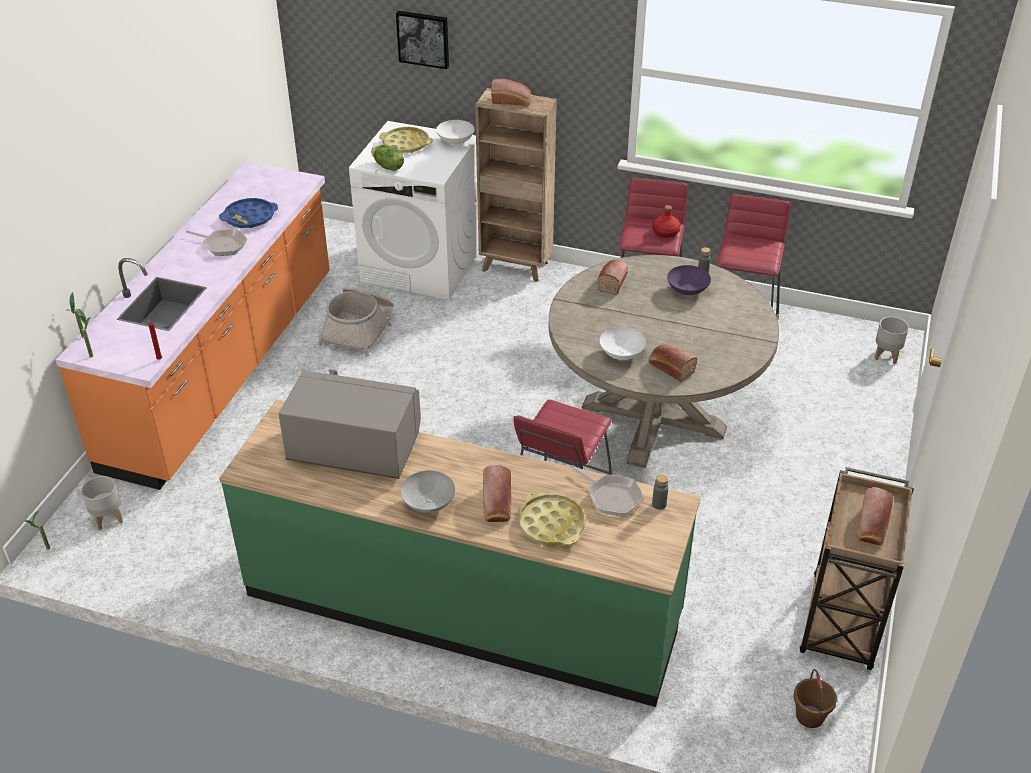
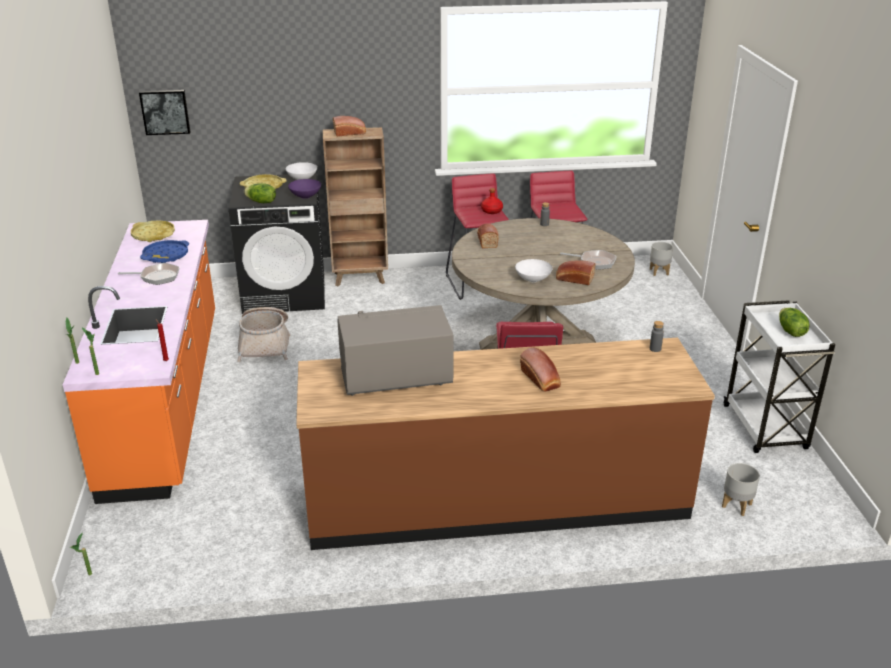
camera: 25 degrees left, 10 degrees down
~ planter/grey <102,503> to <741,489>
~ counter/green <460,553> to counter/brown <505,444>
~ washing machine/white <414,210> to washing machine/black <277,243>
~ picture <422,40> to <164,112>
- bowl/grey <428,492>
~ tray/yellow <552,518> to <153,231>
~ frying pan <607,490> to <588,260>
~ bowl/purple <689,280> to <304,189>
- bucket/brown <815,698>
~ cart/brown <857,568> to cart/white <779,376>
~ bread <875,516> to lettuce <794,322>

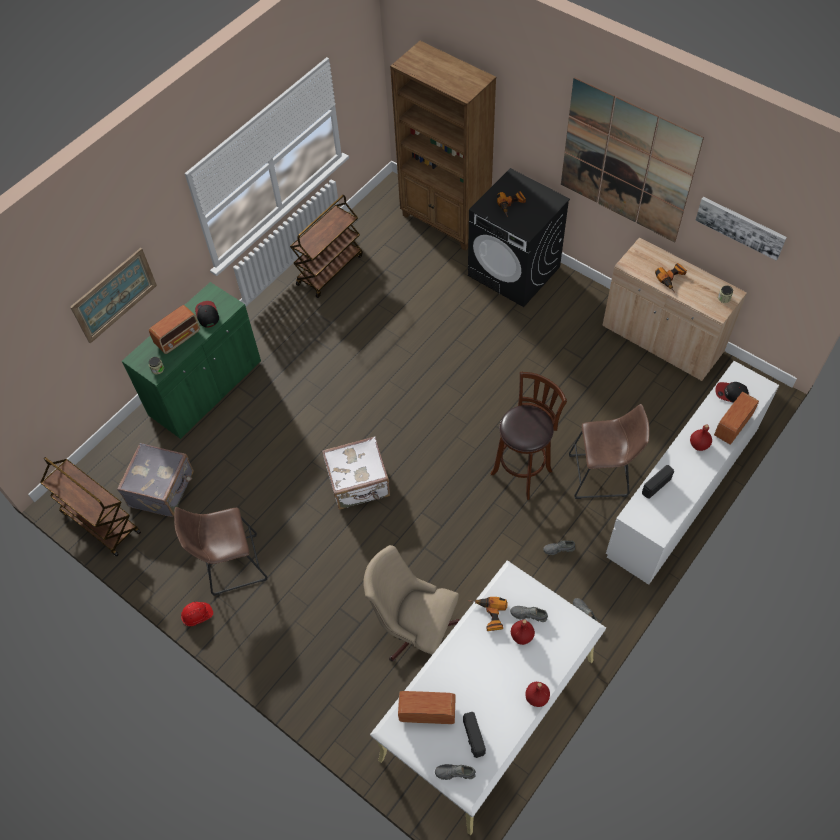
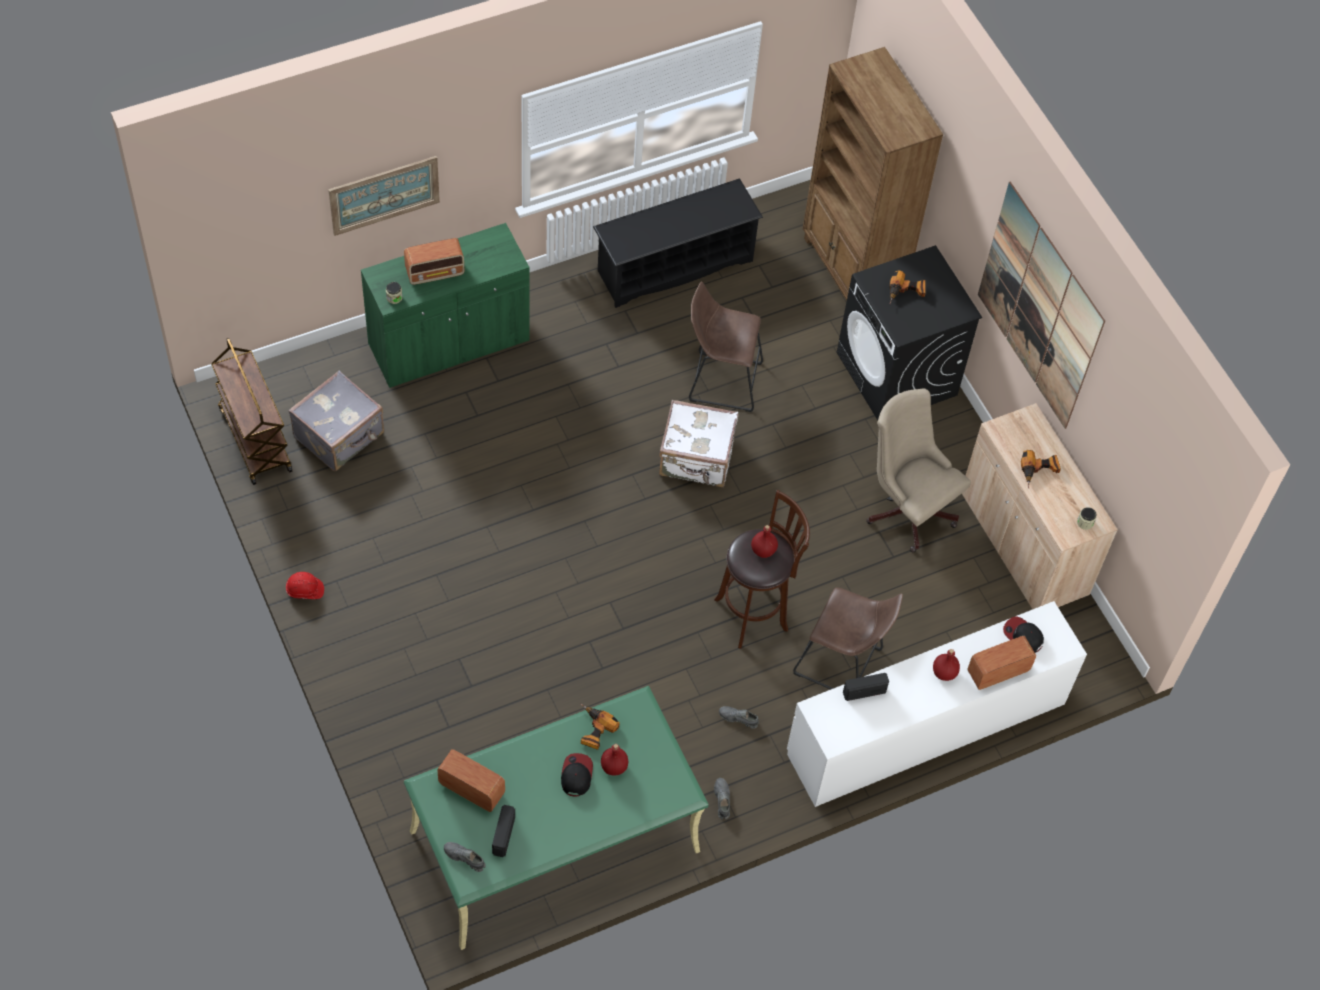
camera: 20 degrees right, 0 degrees up
~ stool/brown <220,551> to <726,346>
~ cap <207,314> to <577,774>
~ cart/brown <326,246> to shoe rack/black <678,243>
~ suitcase/white <356,473> to <699,443>
~ office chair/beige <411,603> to <918,470>
~ desk/white <488,697> to desk/green <556,818>
- shoe/grey <529,614>
~ bottle/red <537,694> to <764,541>
- picture <741,229>

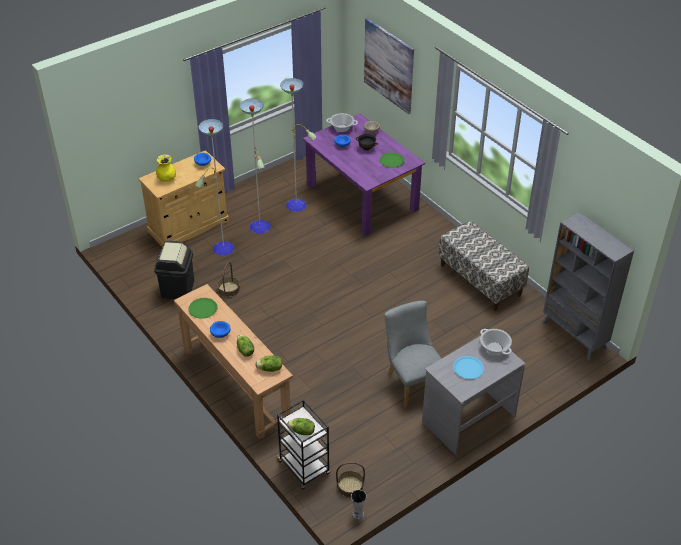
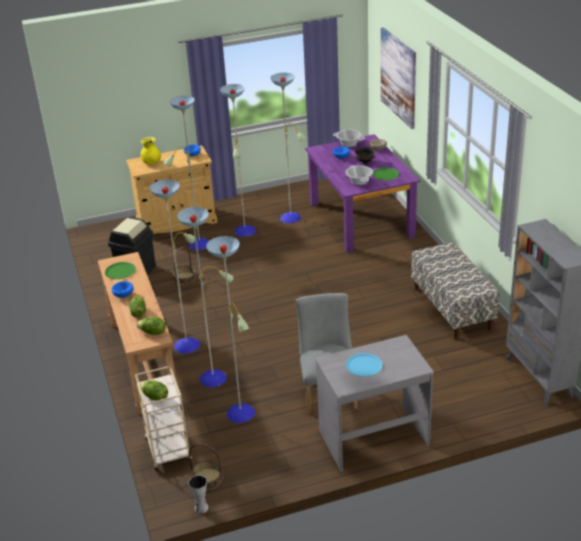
camera: 20 degrees right, 10 degrees down
~ cart/black <303,444> to cart/beige <163,418>
~ cooking pot <496,342> to <359,175>
+ floor lamp <202,301>

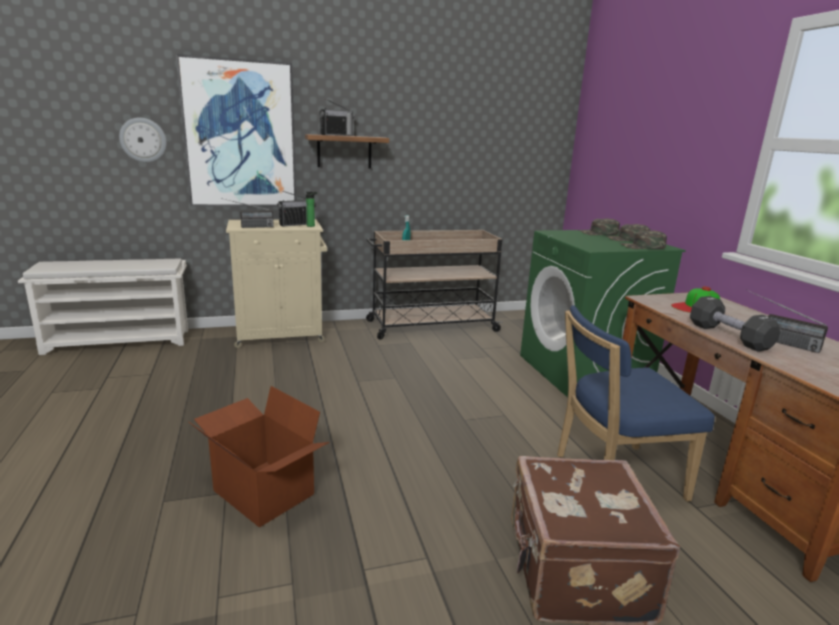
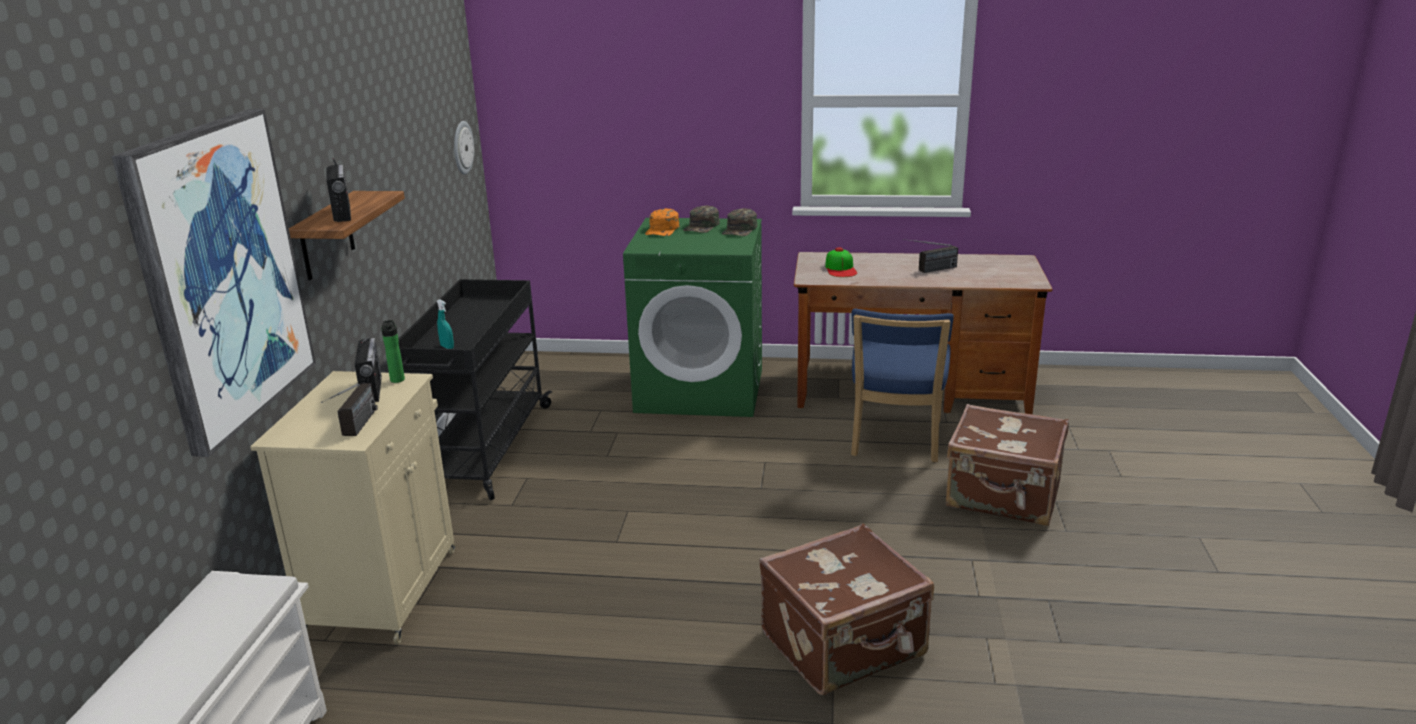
camera: 65 degrees left, 5 degrees up
~ wall clock <143,140> to <464,148>
~ cardboard box <259,457> to suitcase/brown <846,609>
~ cart/beige <434,285> to cart/black <475,389>
~ cap/green <599,226> to cap/orange <662,222>
- dumbbell/black <735,323>

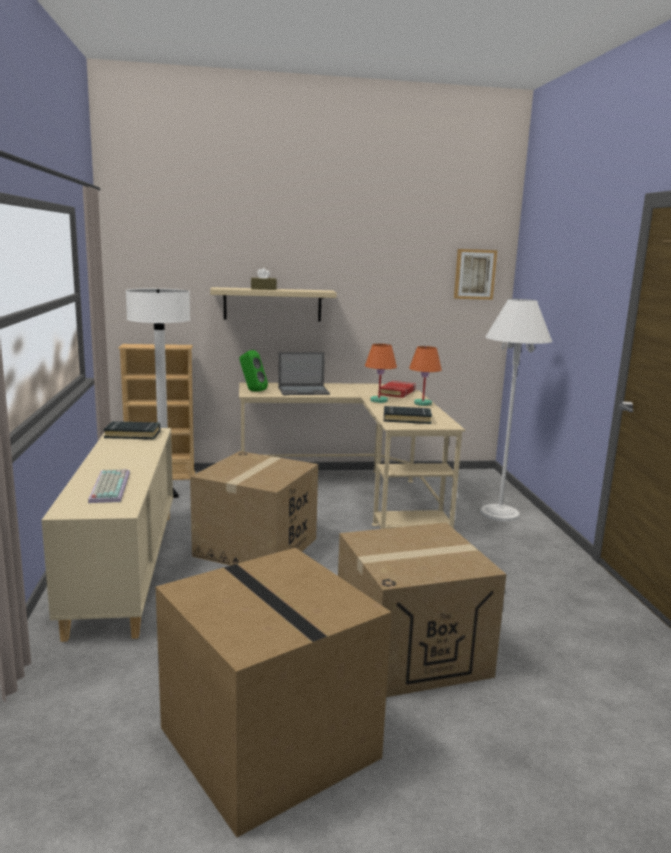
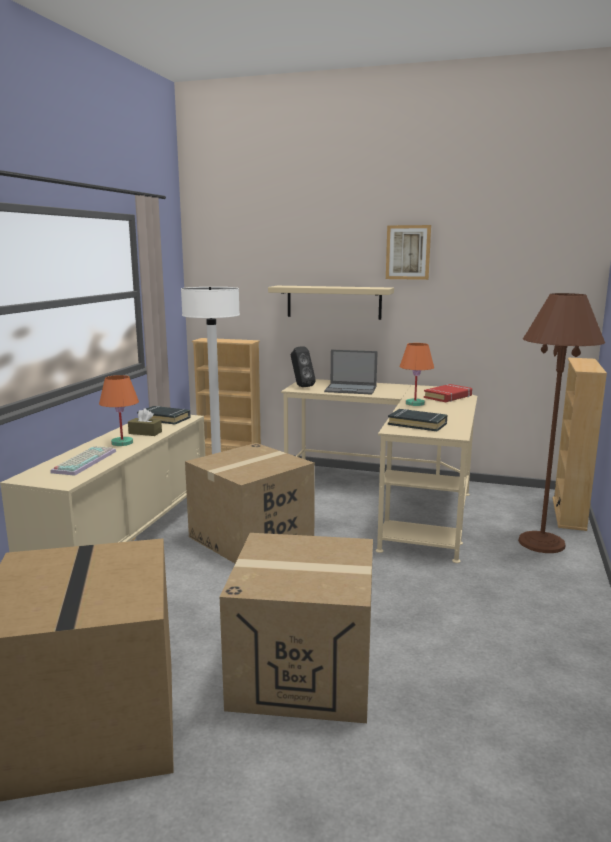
camera: 25 degrees right, 0 degrees up
~ speaker/green <253,370> to speaker/black <303,367>
~ tissue box/brown <264,279> to <145,422>
~ table lamp/orange <425,376> to <119,410>
~ picture <475,274> to <408,252>
~ floor lamp/white <516,410> to floor lamp/brown <561,423>
+ bookcase/beige <580,444>

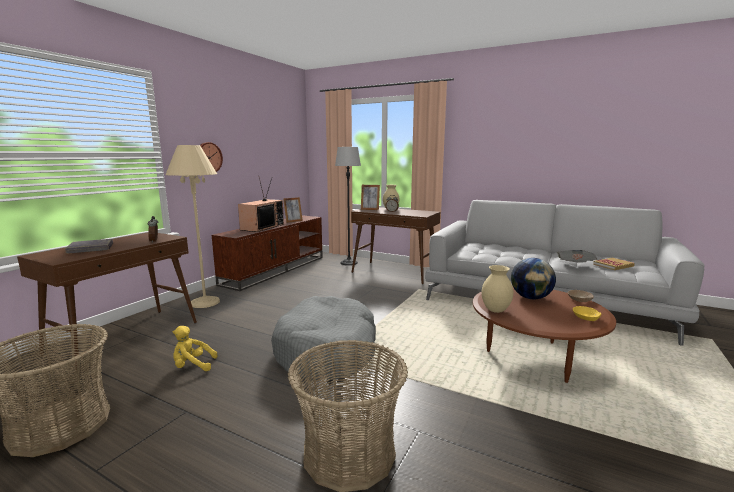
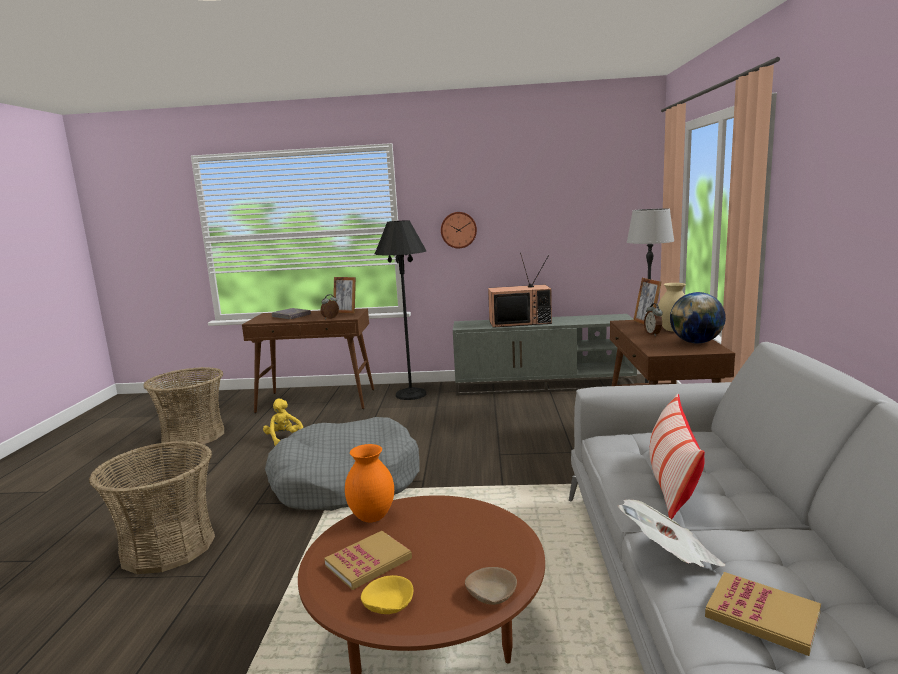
camera: 65 degrees right, 0 degrees up
~ floor lamp/beige <192,226> to floor lamp/black <400,310>
~ tv stand/brown <267,253> to tv stand/grey <545,354>
~ picture frame <293,210> to <344,295>
~ vase/beige <497,289> to vase/orange <369,483>
~ globe <533,278> to <698,317>
+ book <368,560>
+ pillow <677,456>

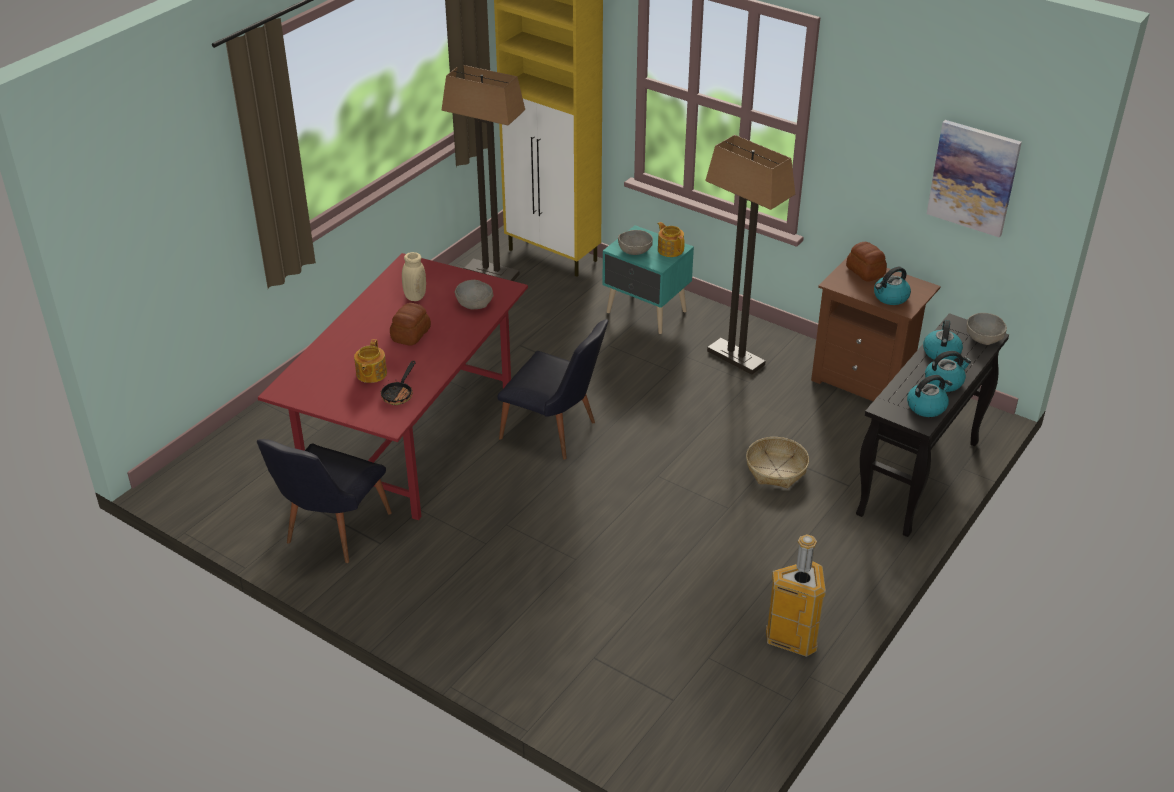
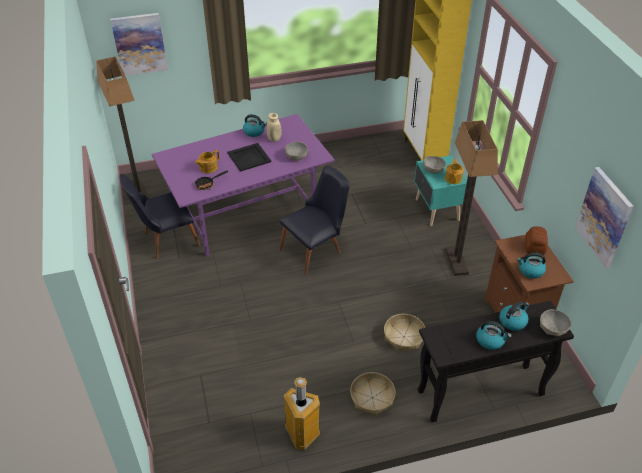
camera: 40 degrees right, 5 degrees up
~ dining table/red <393,386> to dining table/purple <243,185>
~ bread <410,324> to tray/black <249,157>
~ floor lamp <483,173> to <122,128>
~ chair/black <552,389> = <315,220> 105 degrees counterclockwise
~ kettle <929,396> to <255,125>
+ picture <139,44>
+ basket <373,393>

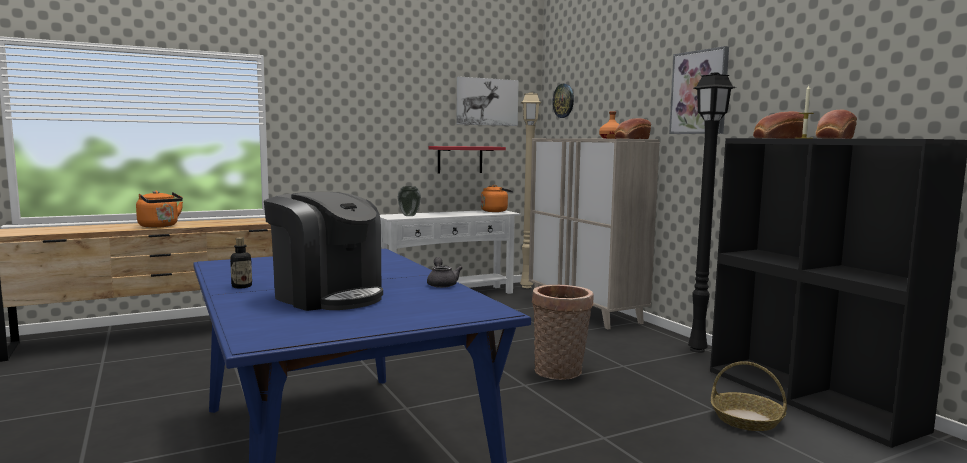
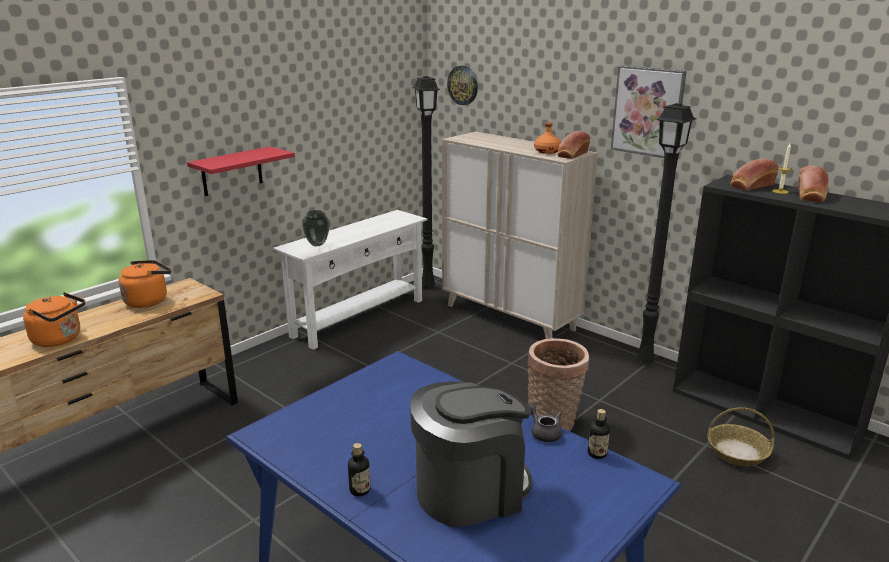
camera: 20 degrees left, 15 degrees up
~ coffee machine <323,251> = <471,454> 45 degrees counterclockwise
~ shelf/red <467,159> to <241,171>
- picture <488,101>
~ kettle/orange <497,198> to <145,284>
~ floor lamp/beige <531,190> to floor lamp/black <426,182>
+ bottle <599,434>

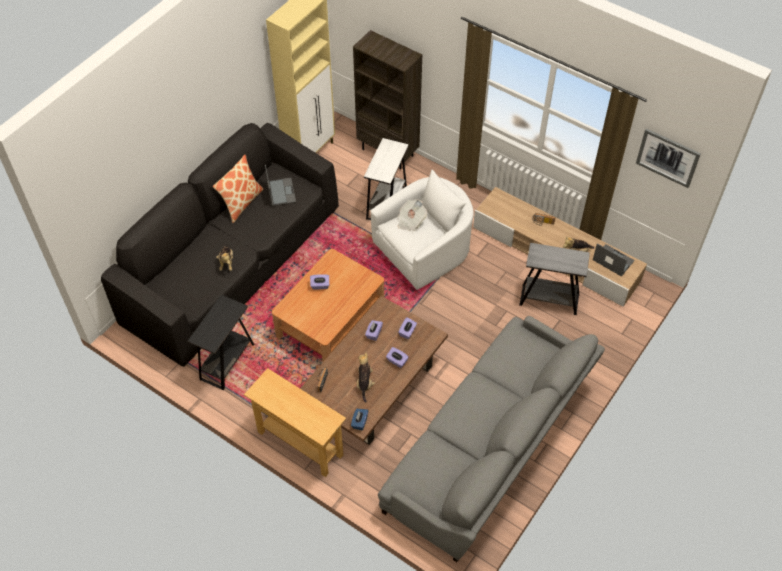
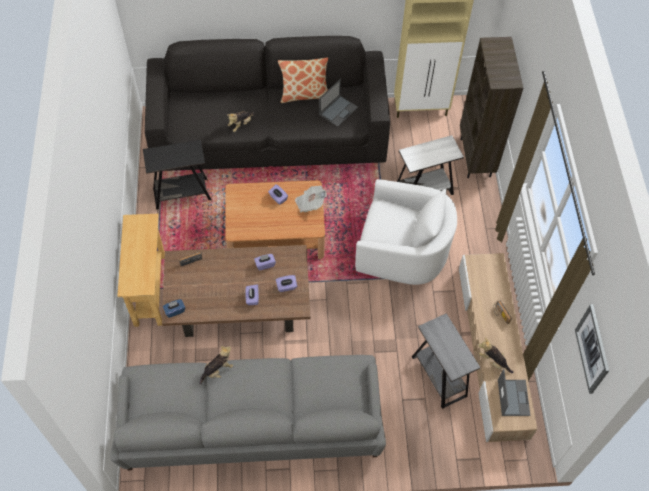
camera: 50 degrees right, 5 degrees up
~ plush toy <366,378> to <216,365>
~ newspaper <412,215> to <311,199>

